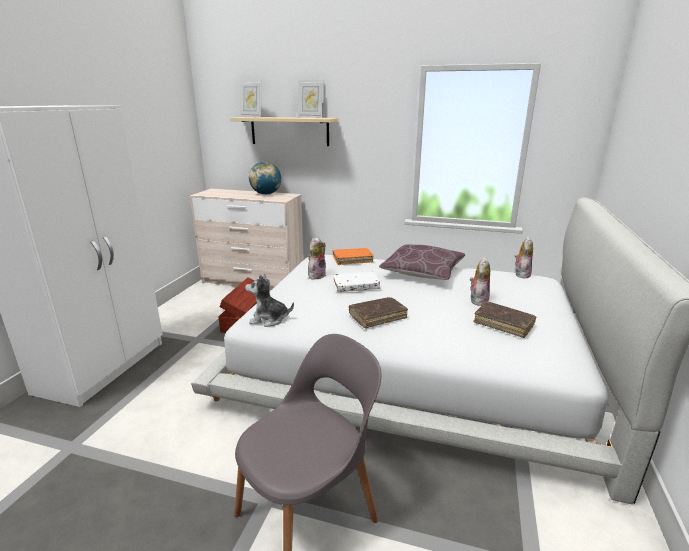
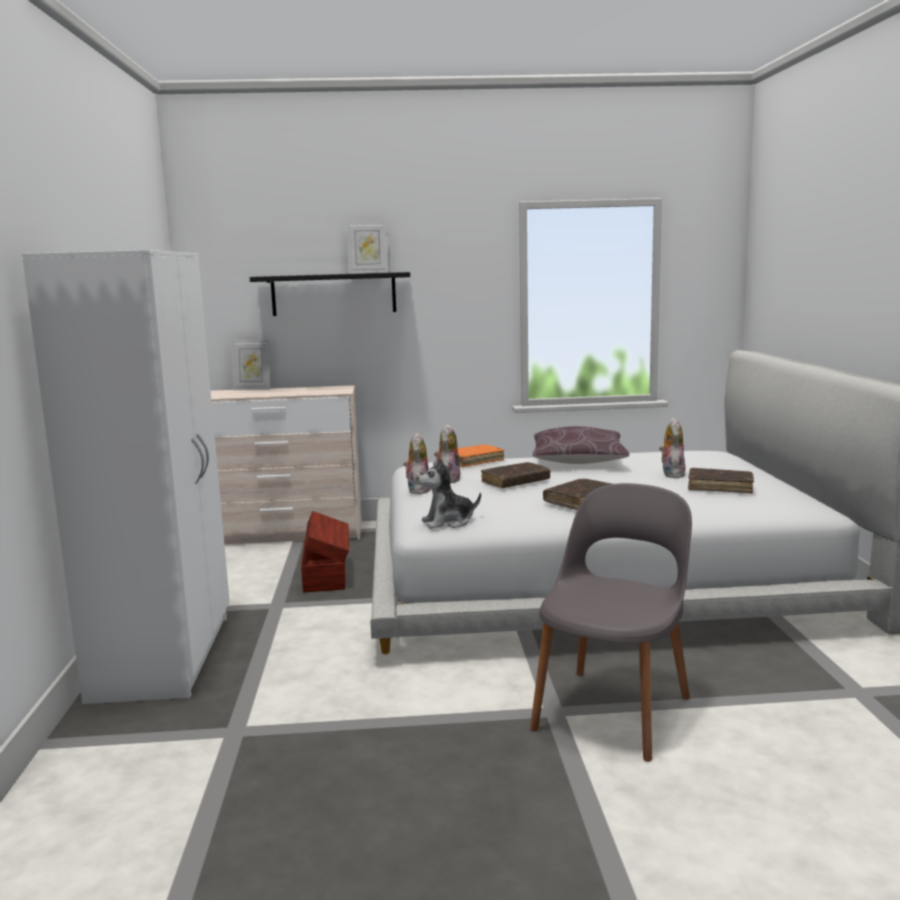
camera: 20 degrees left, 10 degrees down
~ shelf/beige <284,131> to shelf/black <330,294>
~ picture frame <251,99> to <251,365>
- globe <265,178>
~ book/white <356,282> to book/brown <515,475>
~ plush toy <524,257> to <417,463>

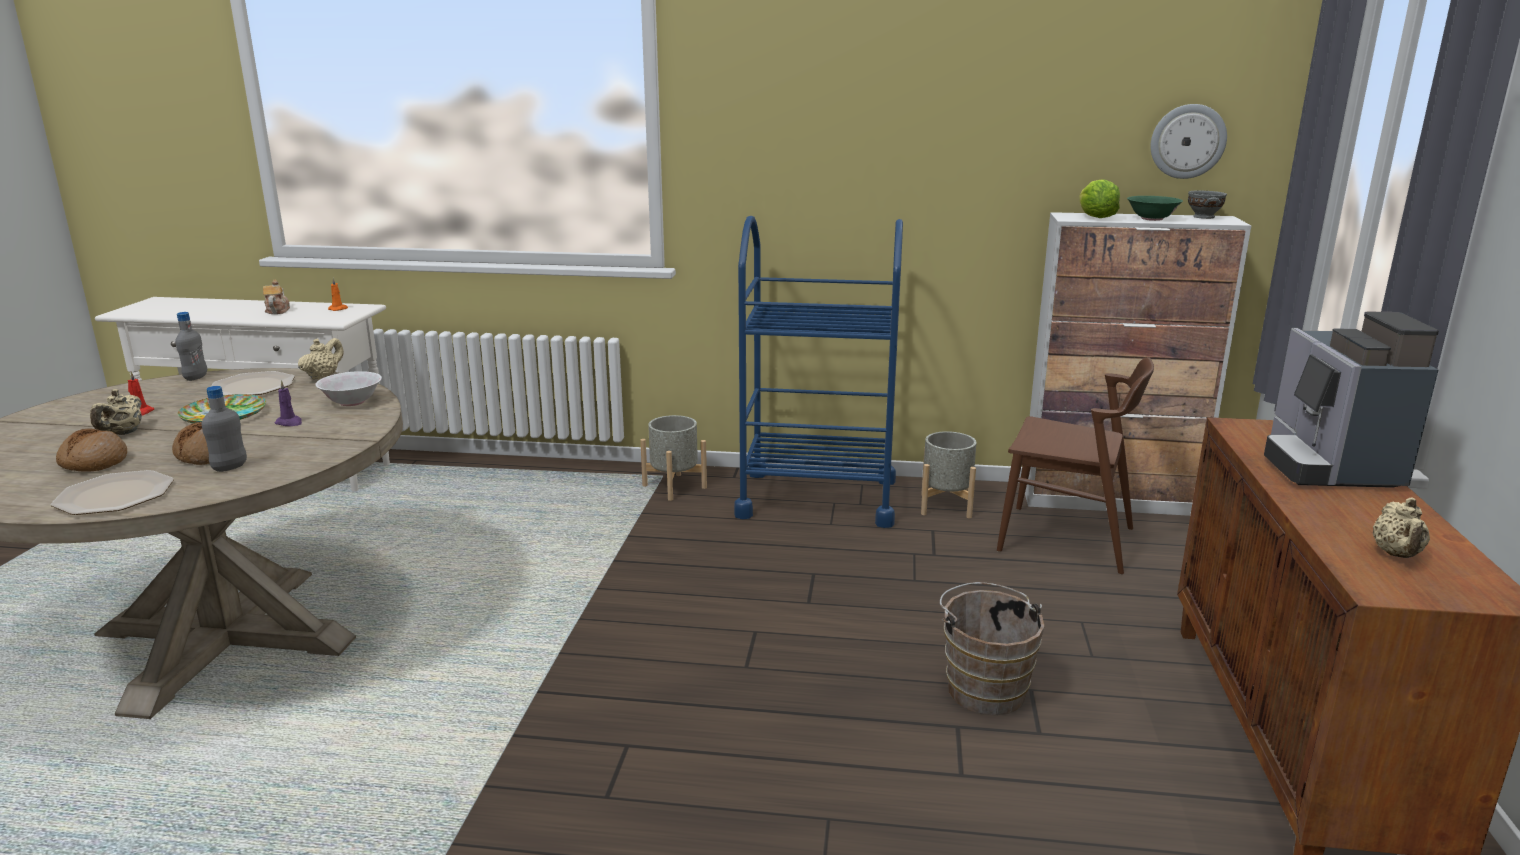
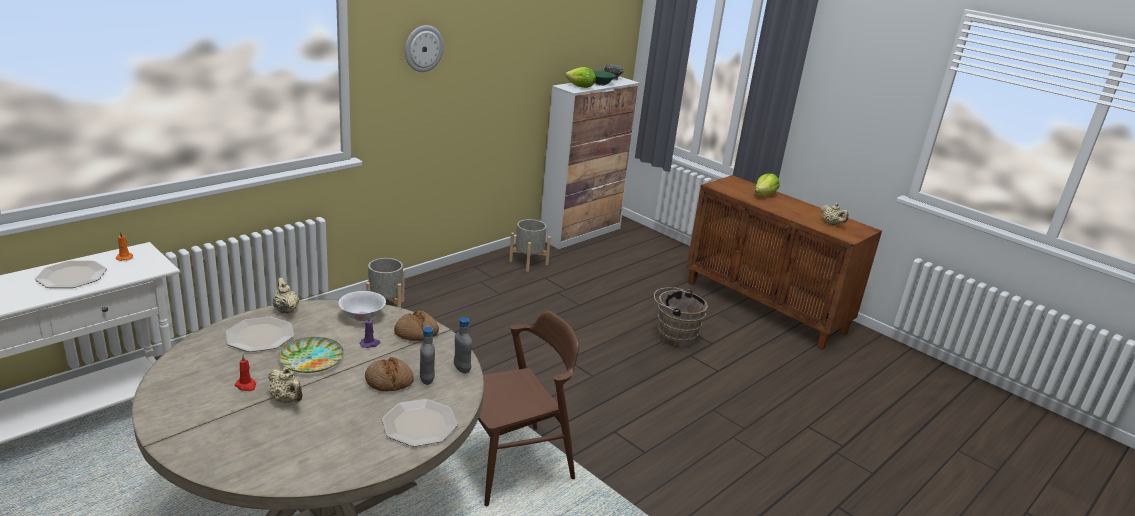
camera: 55 degrees left, 5 degrees up
~ bread <91,450> to <416,326>
~ bottle/grey <191,346> to <463,345>
~ teapot <276,297> to plate <71,274>
- cart/blue <818,372>
~ chair/brown <1075,466> to <528,408>
~ wall clock <1188,141> to <424,48>
~ coffee machine <1351,400> to lettuce <767,184>

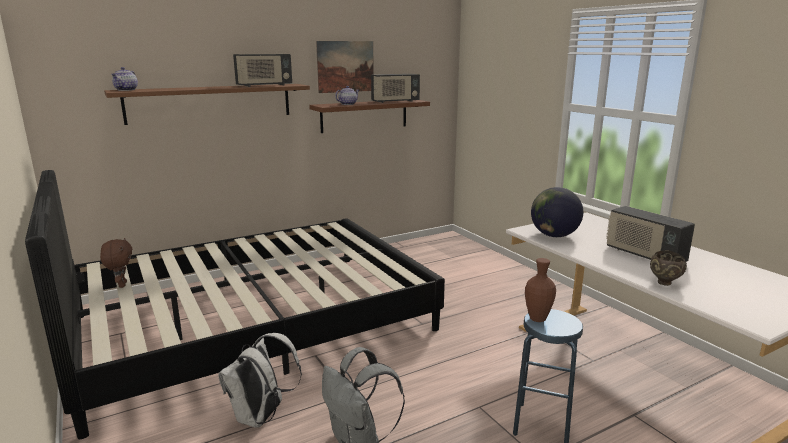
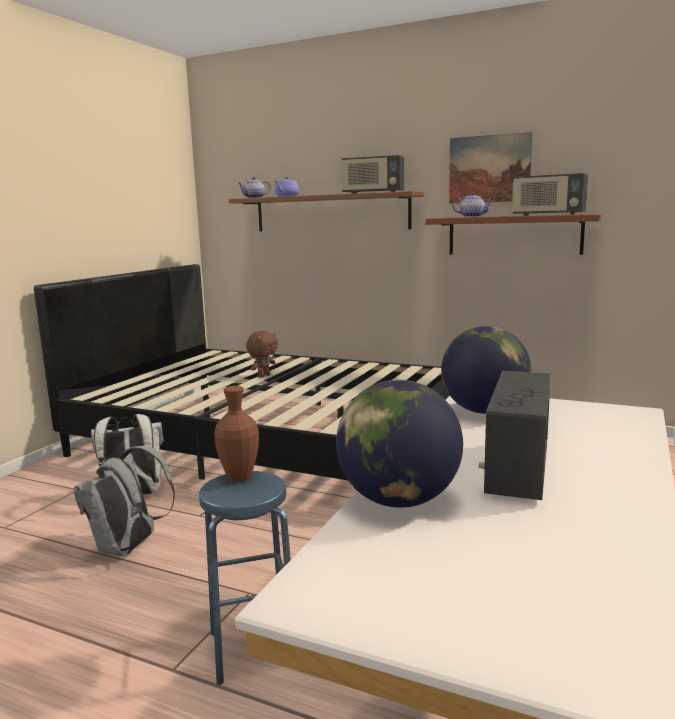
camera: 55 degrees right, 5 degrees down
~ plush toy/brown <116,263> to <262,354>
~ bowl/brown <668,268> to globe <399,444>
+ teapot/purple <287,187>

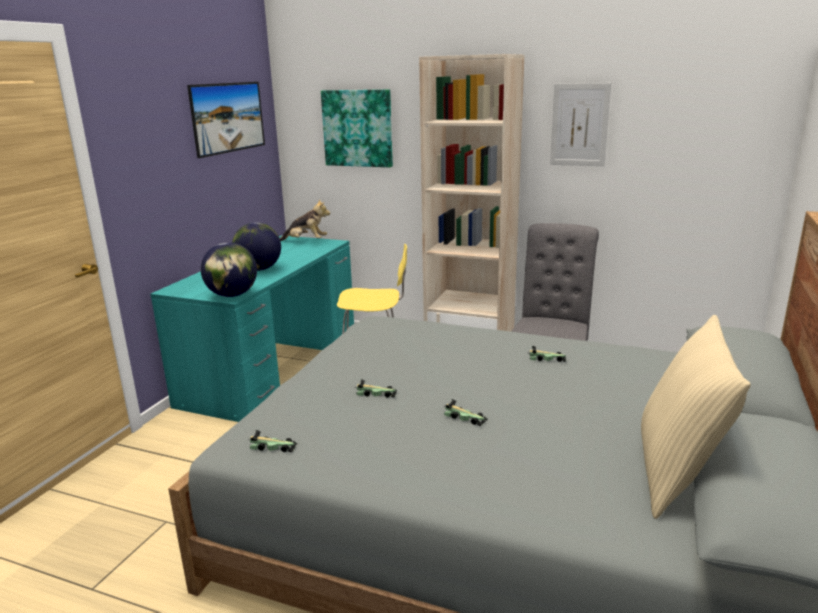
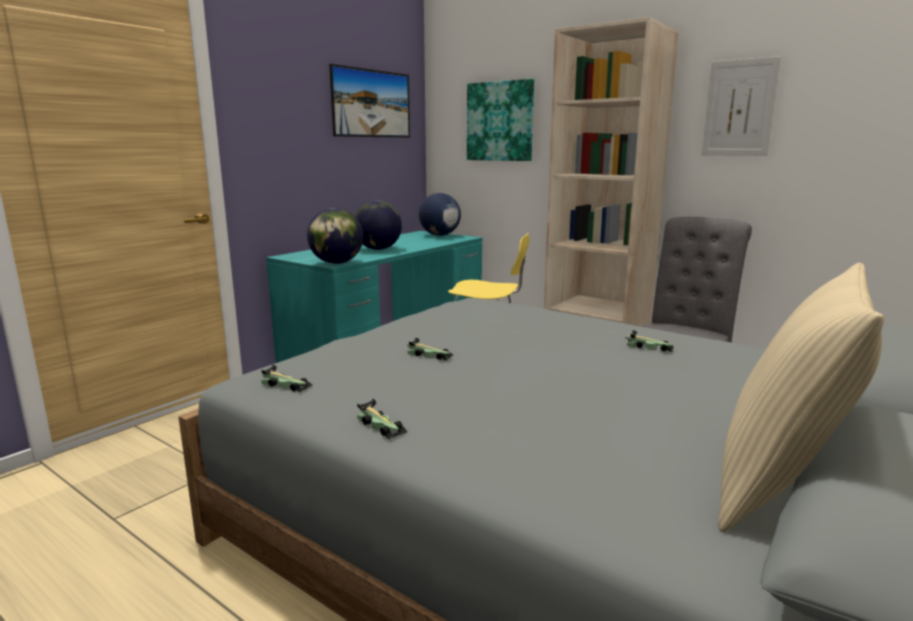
camera: 15 degrees right, 5 degrees down
~ plush toy <305,220> to globe <440,214>
~ toy car <465,412> to <382,419>

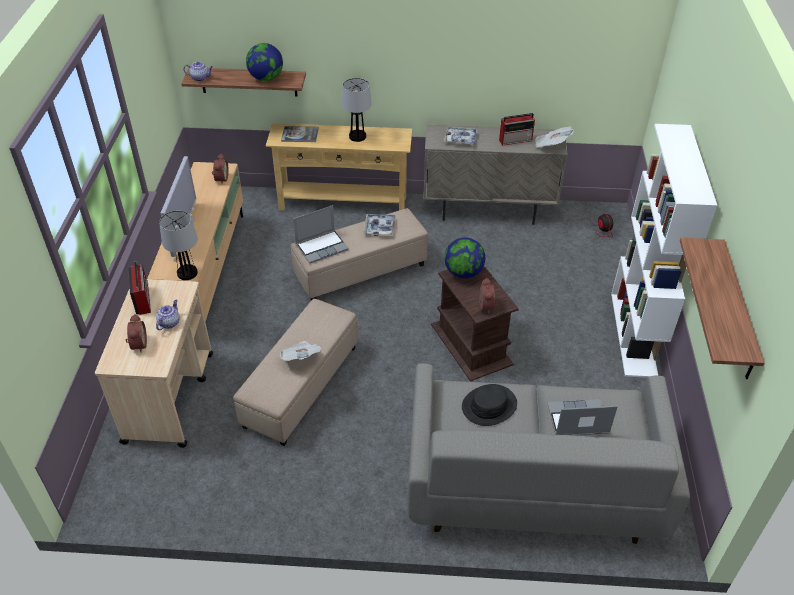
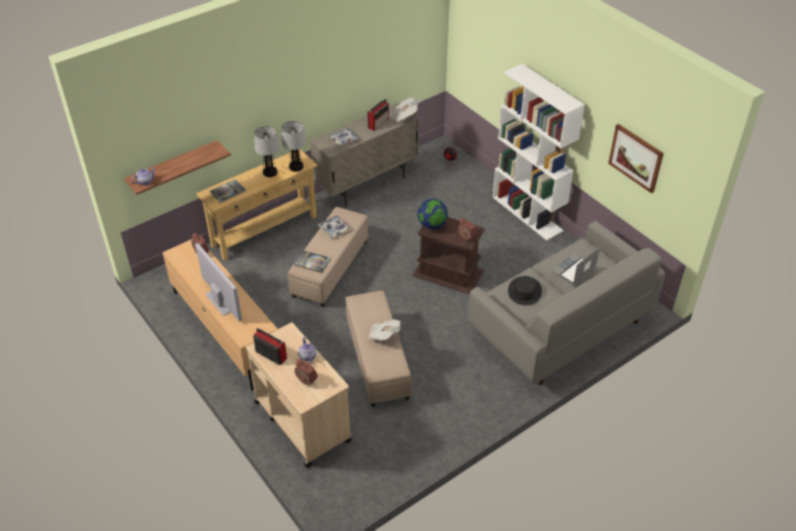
camera: 40 degrees left, 0 degrees up
~ table lamp <178,245> to <294,146>
- globe <264,62>
~ laptop <321,234> to book <312,261>
~ shelf <722,308> to picture <636,158>

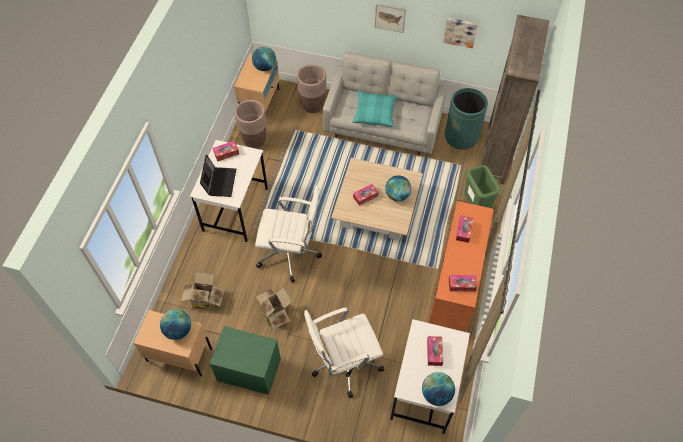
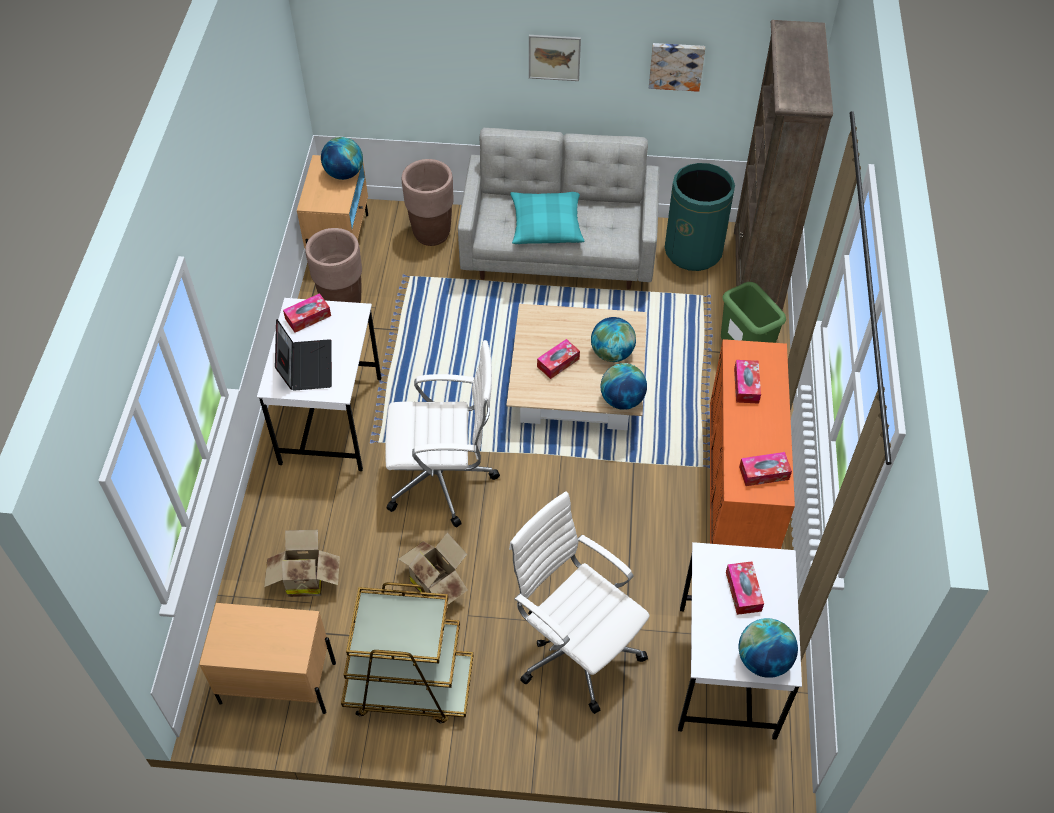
camera: 10 degrees left, 5 degrees down
~ globe <175,324> to <624,386>
~ nightstand/green <245,360> to cart/brown <407,653>
~ office chair/white <344,352> = <579,602> 75 degrees clockwise

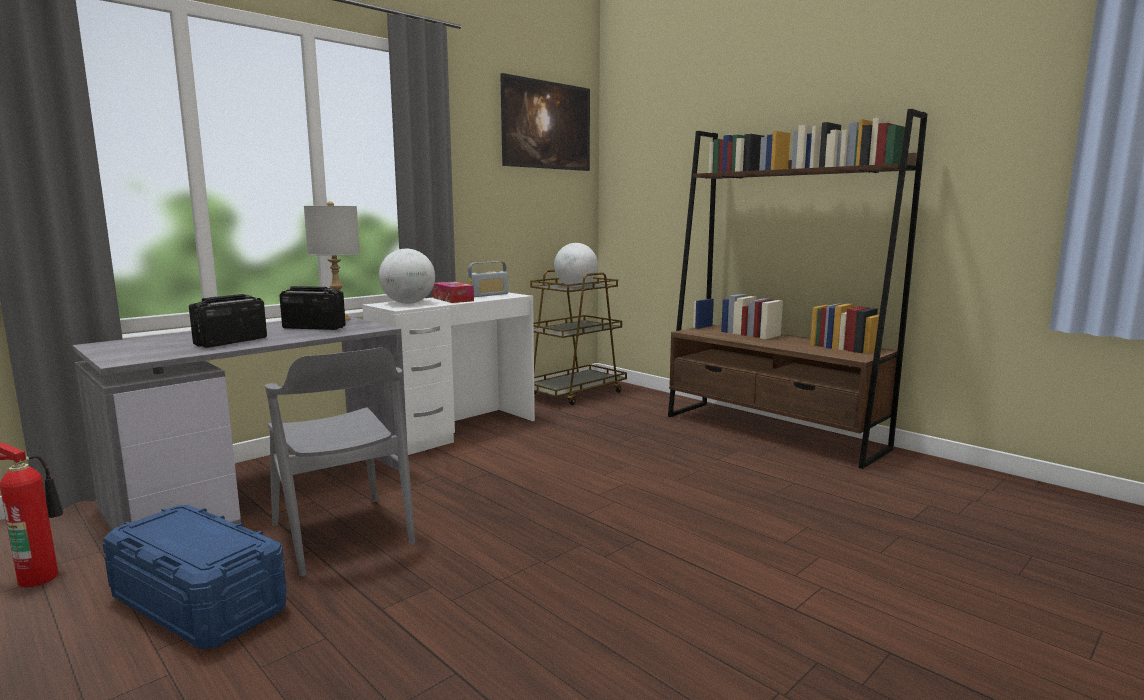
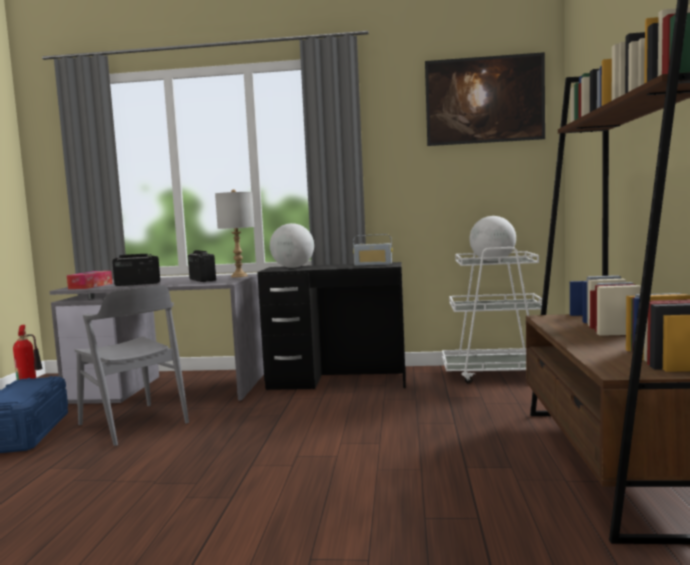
camera: 50 degrees right, 5 degrees down
~ chair/grey <340,462> = <131,365> 60 degrees counterclockwise
~ desk/white <448,373> to desk/black <331,326>
~ tissue box <453,292> to <90,280>
~ cart/brown <578,337> to cart/white <492,315>

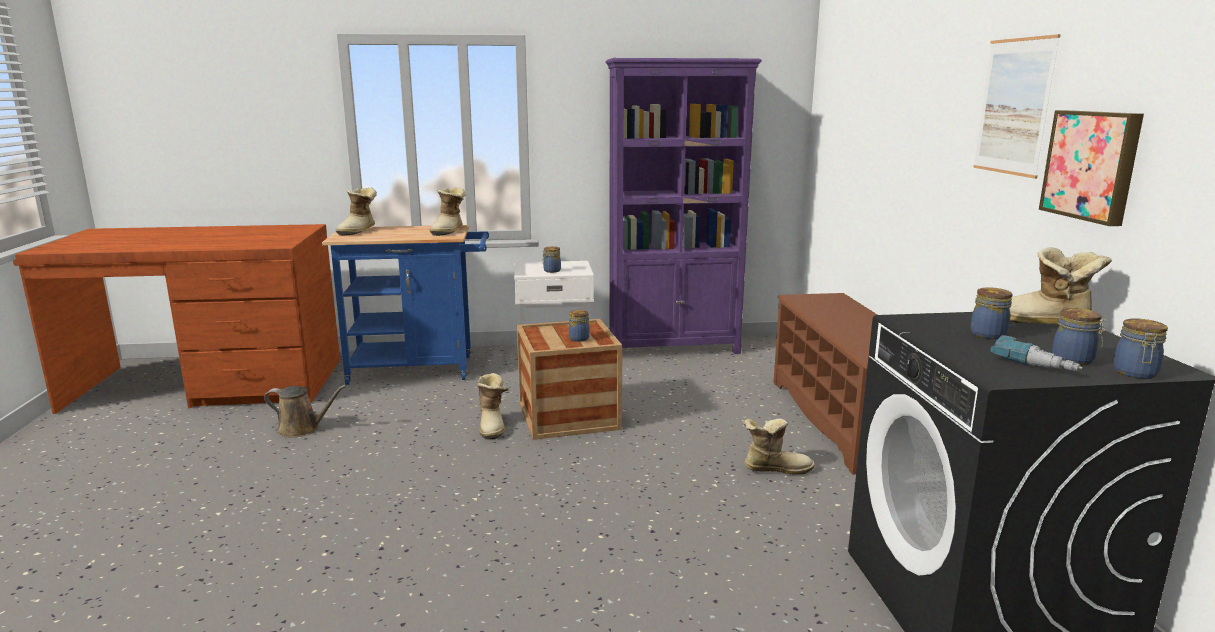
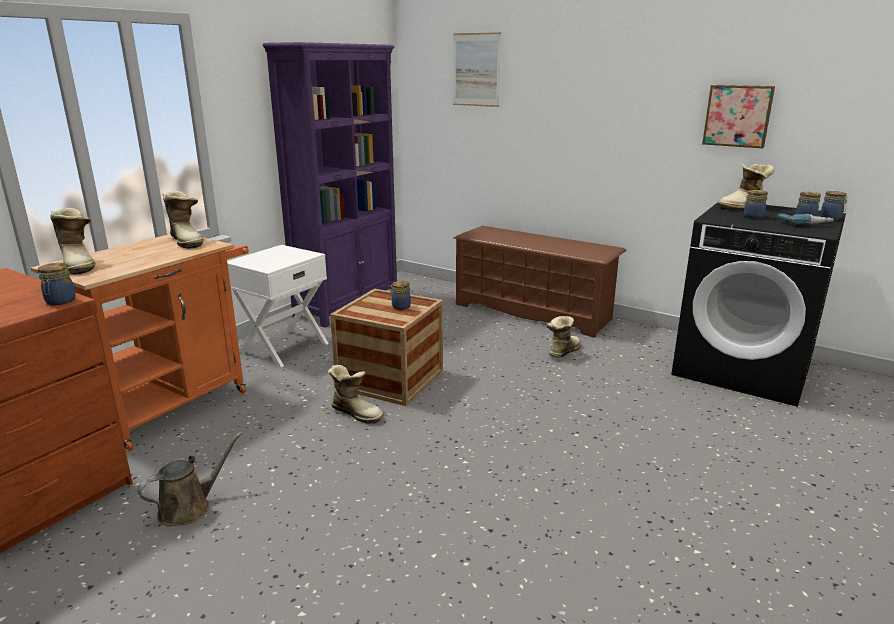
camera: 50 degrees left, 5 degrees up
~ cart/blue <405,305> to cart/orange <140,343>
~ jar <551,259> to <57,284>
~ picture <1017,106> to <477,69>

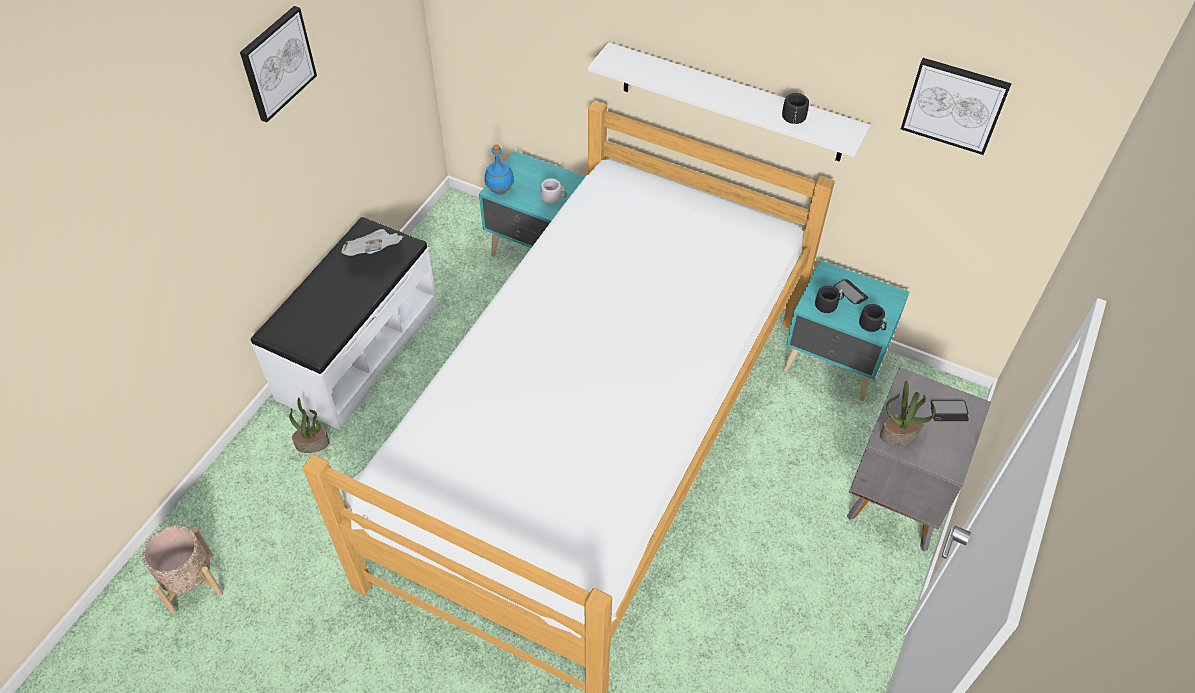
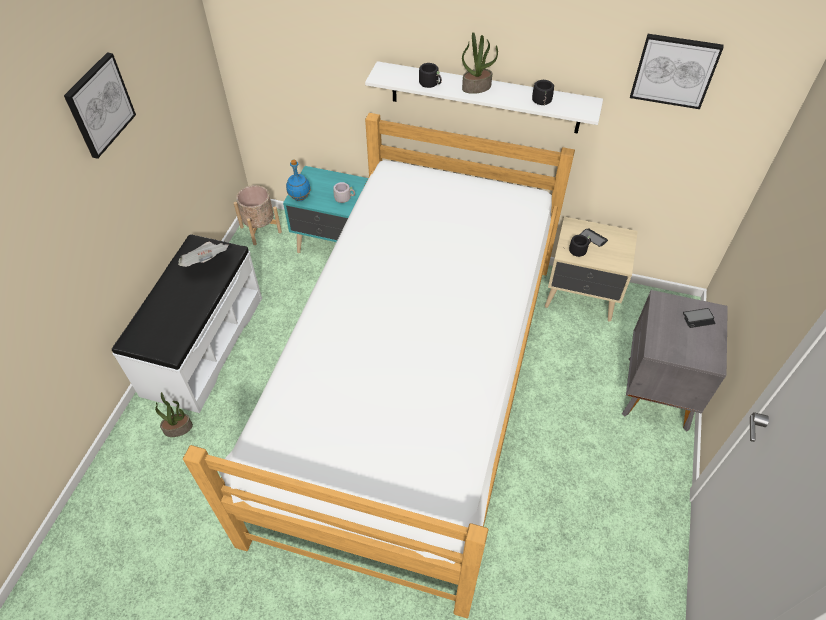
camera: 10 degrees left, 0 degrees up
~ planter/beige <182,569> to <258,215>
~ nightstand/turquoise <846,330> to nightstand/beige <591,269>
~ mug/black <873,318> to <430,75>
~ potted plant <907,413> to <480,63>

